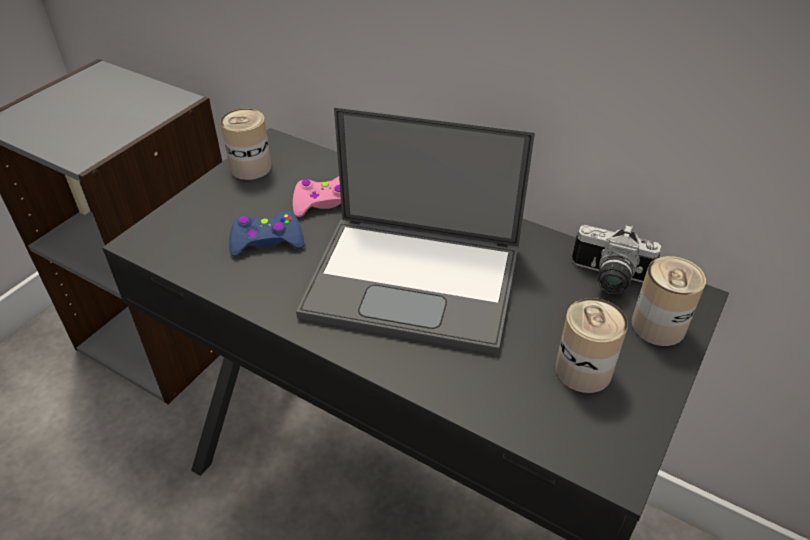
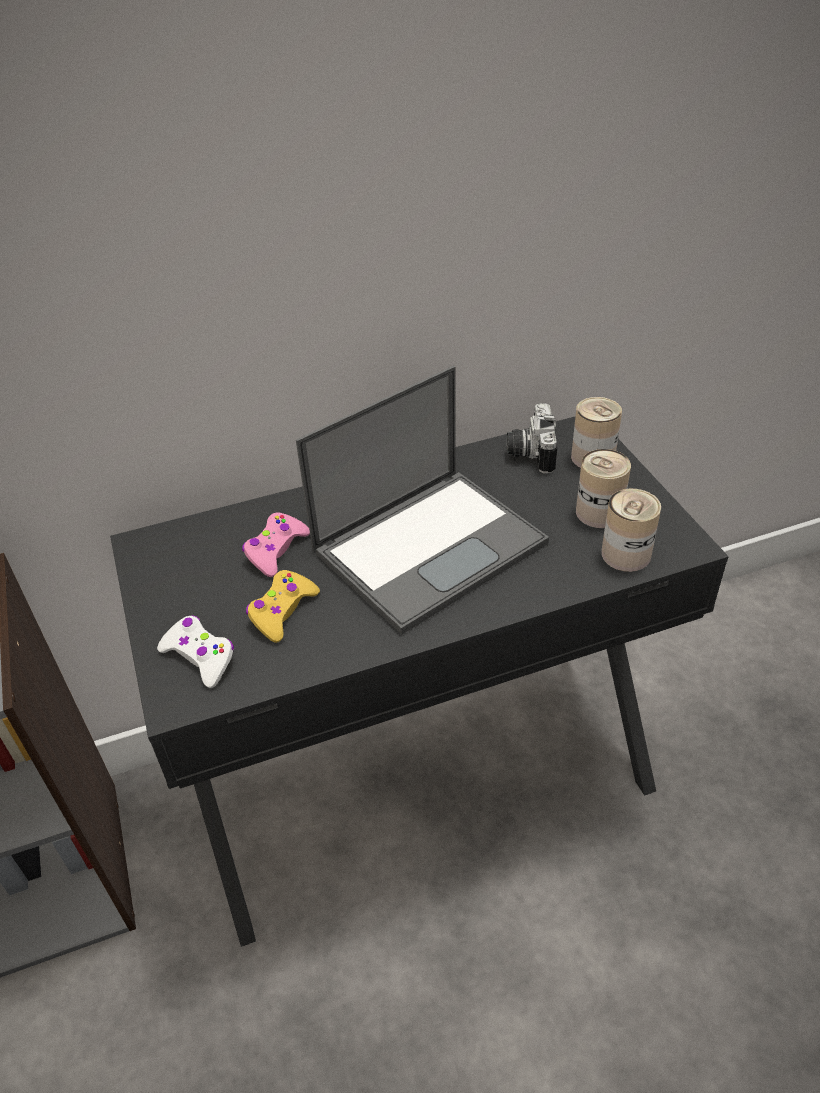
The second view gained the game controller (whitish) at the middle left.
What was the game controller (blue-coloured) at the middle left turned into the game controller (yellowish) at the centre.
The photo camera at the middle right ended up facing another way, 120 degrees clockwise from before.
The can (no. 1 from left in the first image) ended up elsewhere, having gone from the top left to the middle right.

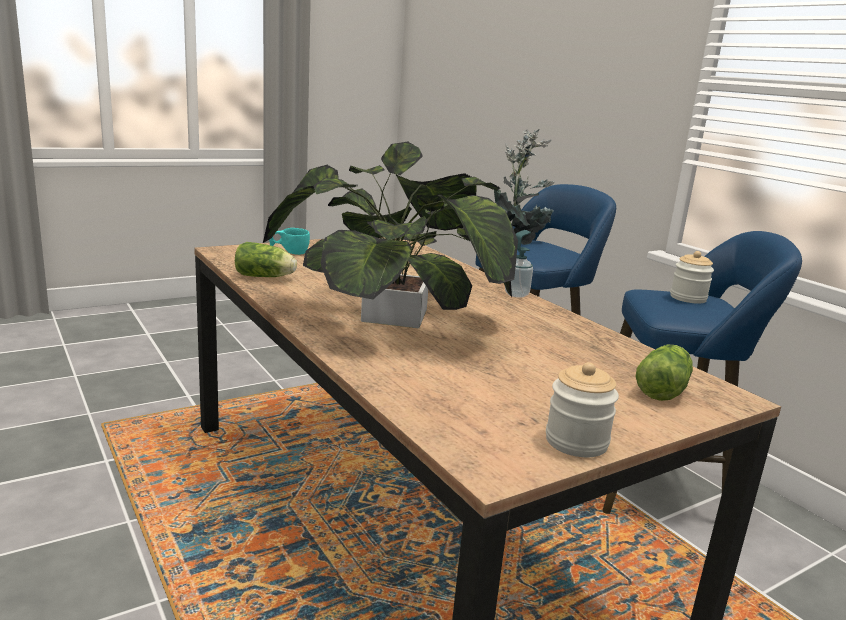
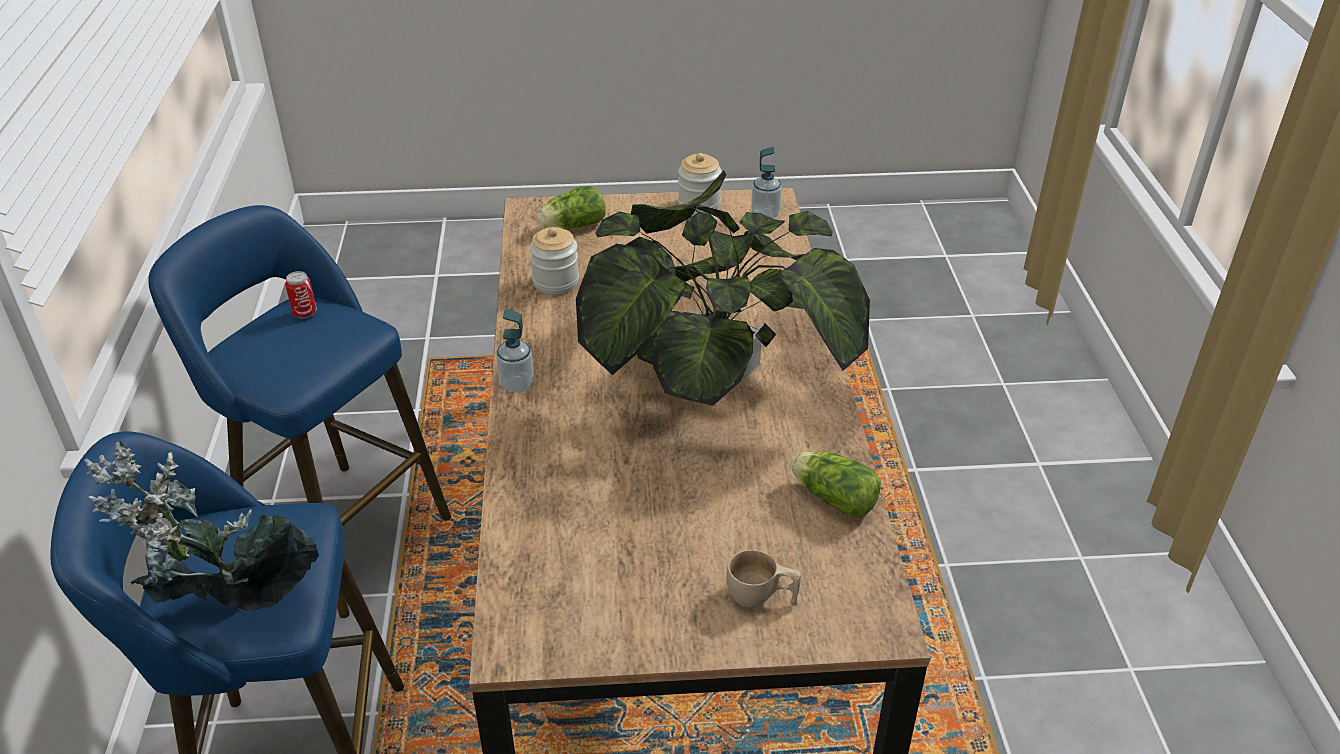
The second view gained the can at the middle left.
The storage jar (no. 2 from left in the first image) ended up elsewhere, having gone from the middle right to the centre.
What was the small cup (turquoise) at the centre turned into the small cup (beige) at the bottom centre.
The second view gained the soap dispenser (no. 2 from left) at the top centre.

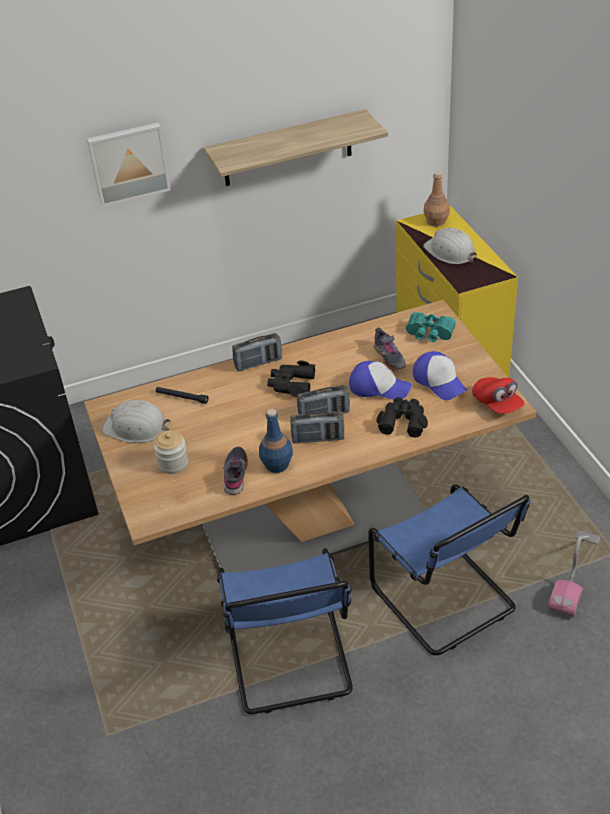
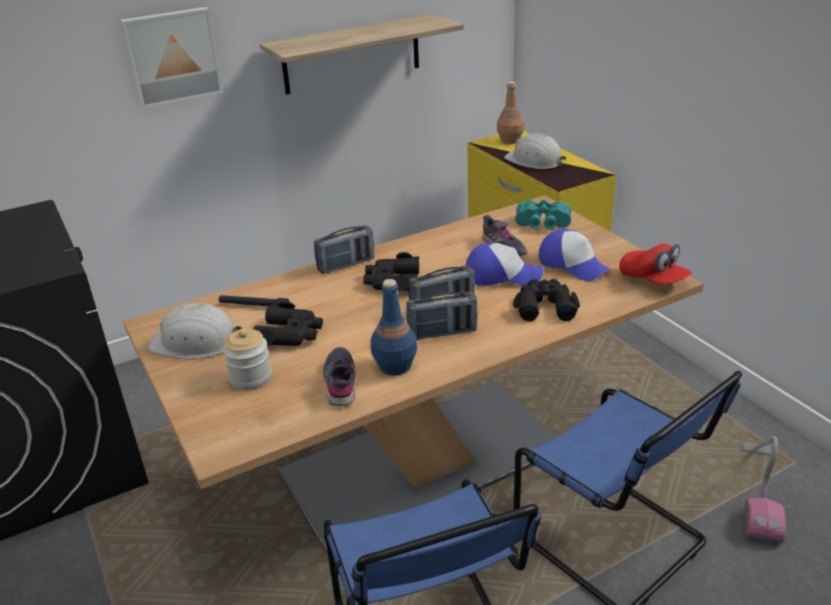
The second view gained the field glasses (black) (no. 1 from left) at the centre.

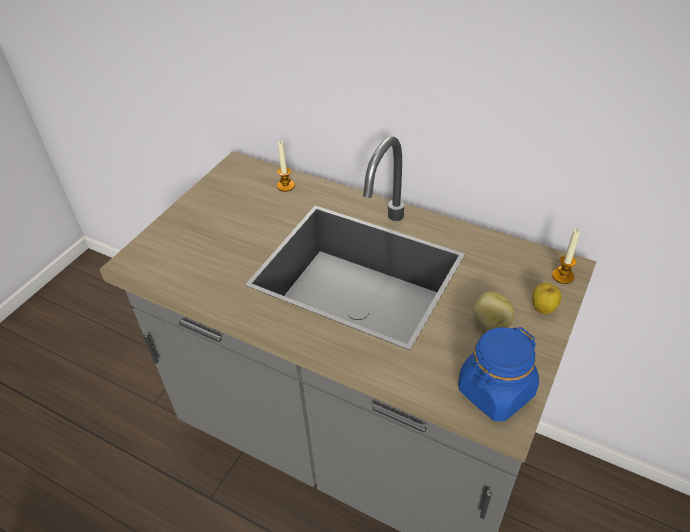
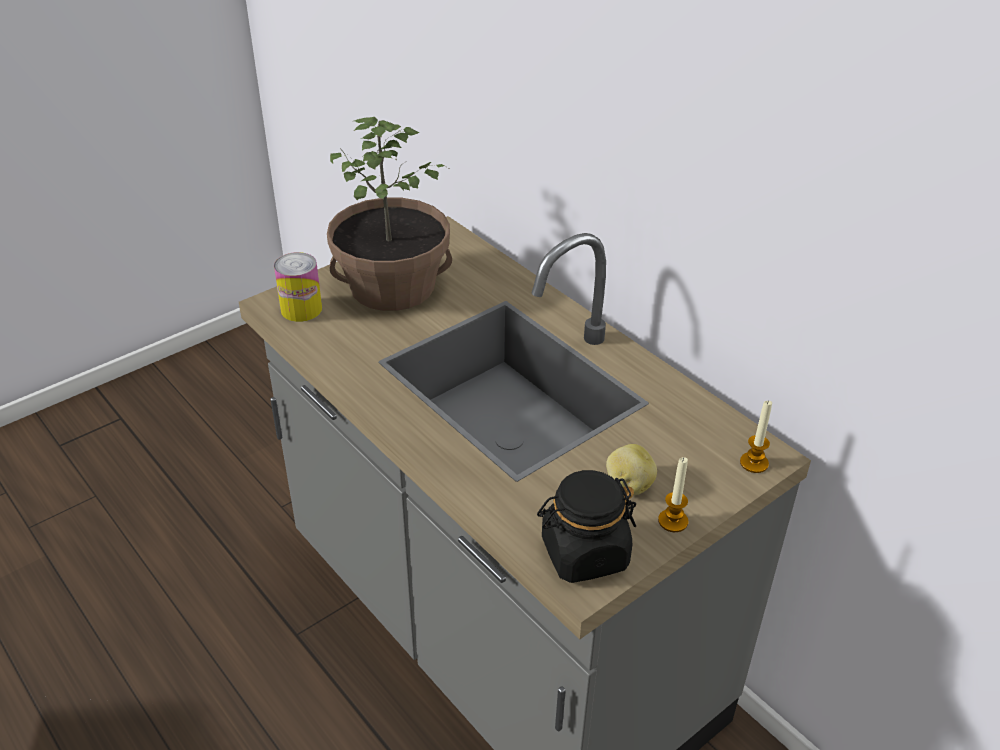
The second view gained the can at the middle left.
The second view gained the plant in a pot at the top centre.
What was the storage jar (blue-coloured) at the bottom right turned into the storage jar (black) at the bottom centre.
The wax light (no. 1 from left) ended up elsewhere, having gone from the top centre to the middle right.
The second view lost the whole apple at the middle right.

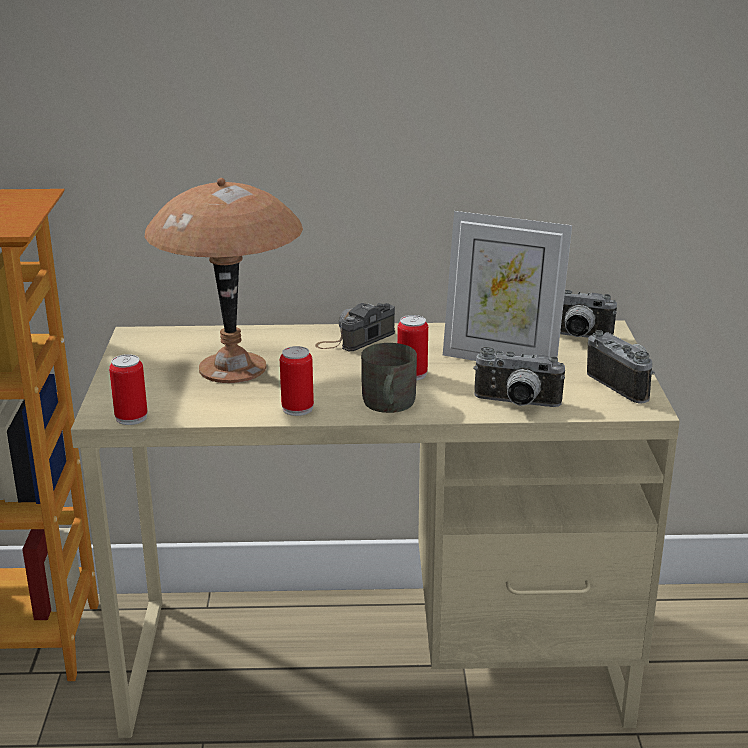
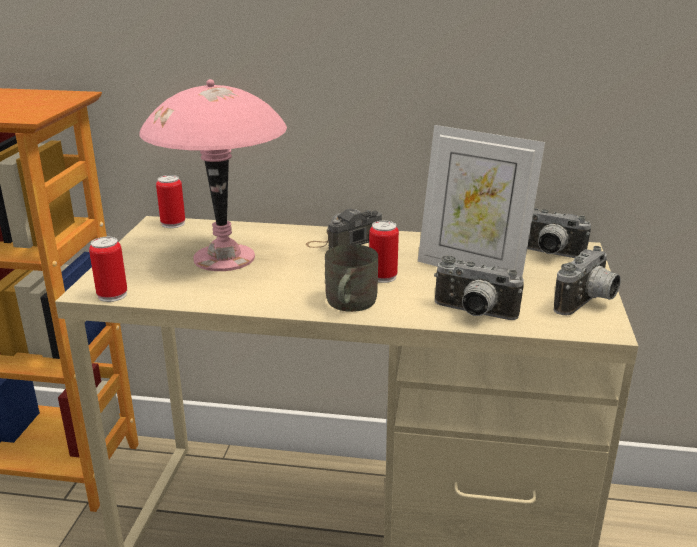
What was the lamp for a table (brownish) at the middle left turned into the lamp for a table (pink-coloured) at the top left.
The can (no. 2 from left) ended up elsewhere, having gone from the centre to the middle left.
The photo camera (no. 4 from left) at the middle right ended up facing another way, 60 degrees clockwise from before.

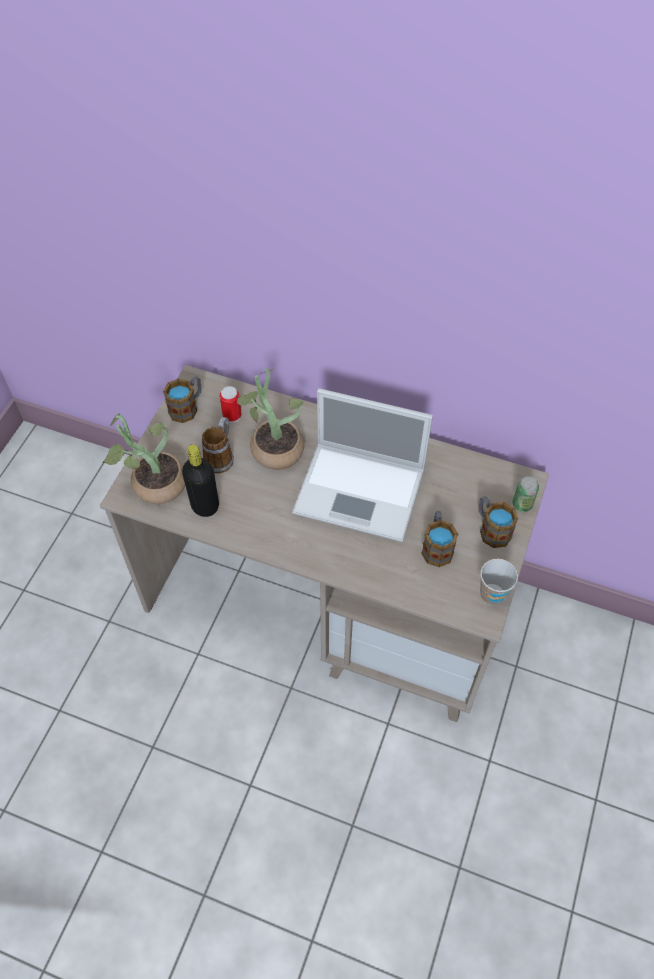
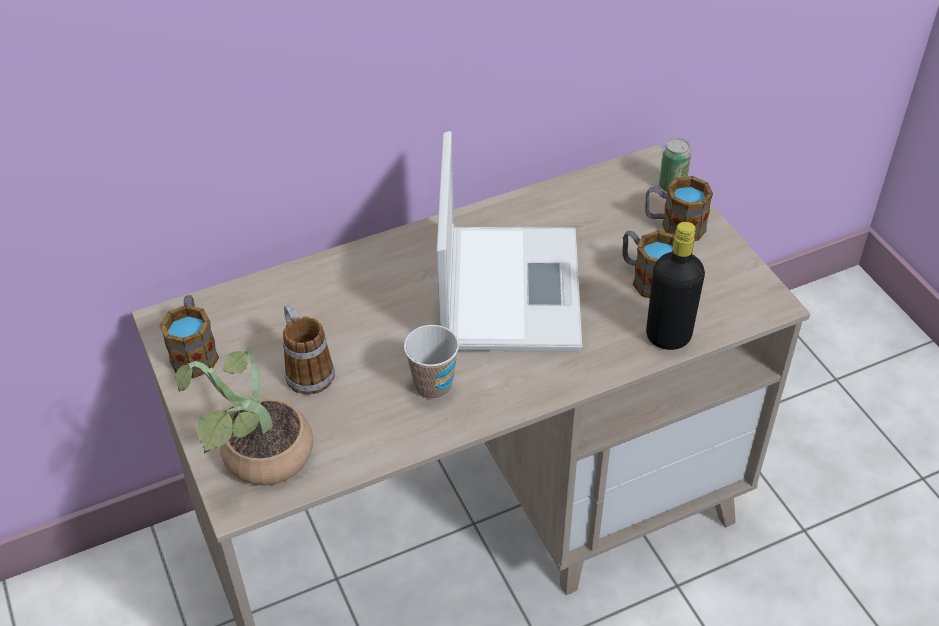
The small cup ended up elsewhere, having gone from the middle right to the centre.
The portable computer at the centre ended up facing another way, 60 degrees counterclockwise from before.
The beverage bottle (black) ended up elsewhere, having gone from the middle left to the middle right.
The second view lost the can (no. 1 from left) at the centre.
The second view lost the plant in a pot (no. 2 from left) at the centre.

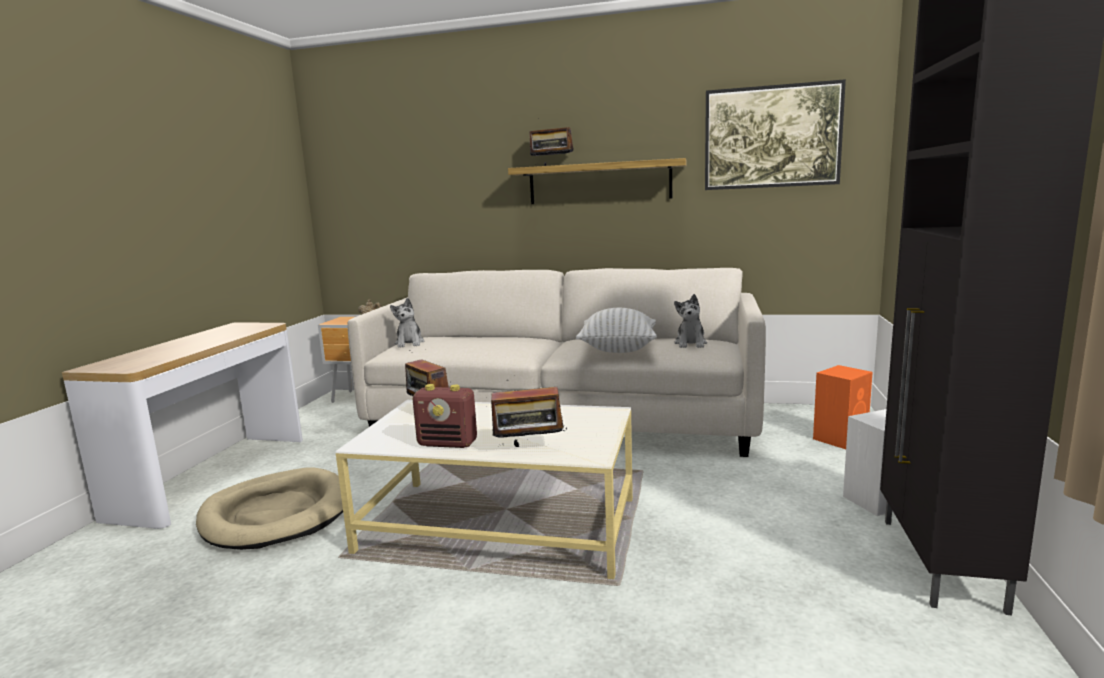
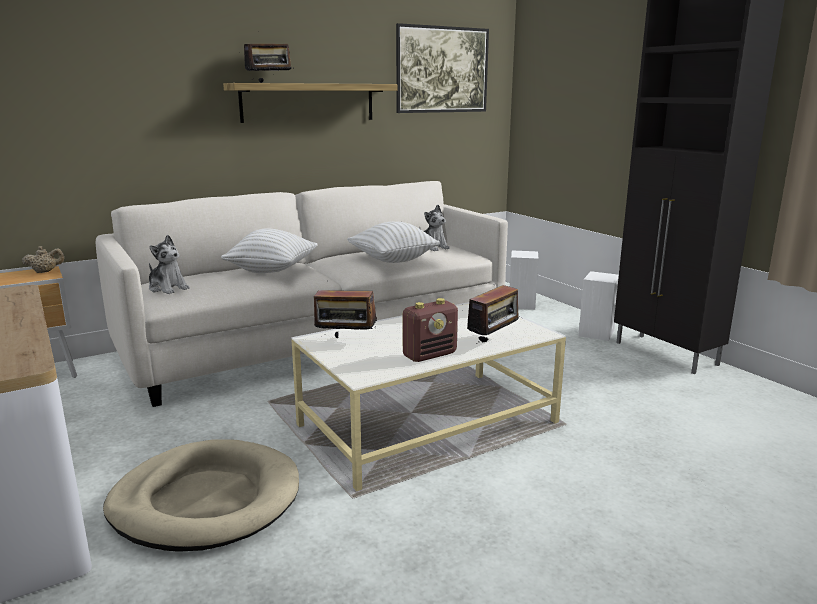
The second view gained the pillow (whitish) (no. 1 from left) at the middle left.
What was the loudspeaker (orangey) at the middle right turned into the loudspeaker (whitish) (no. 1 from left) at the centre.

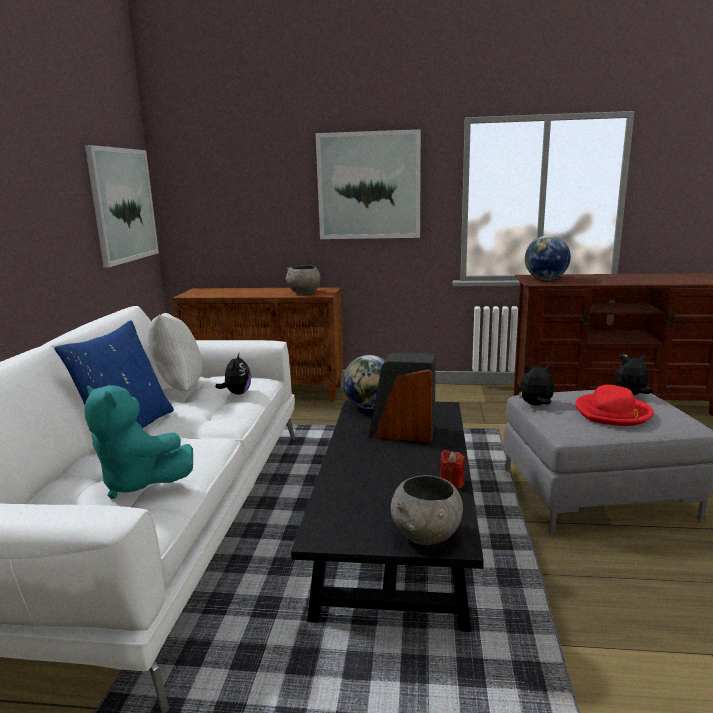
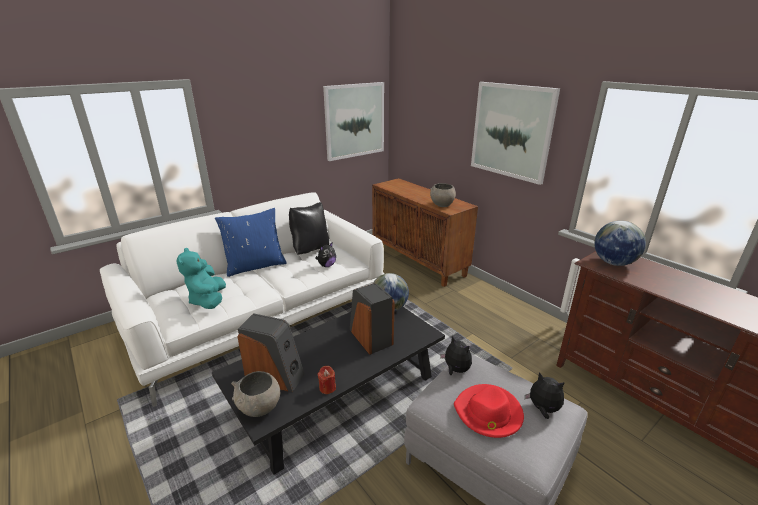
The second view gained the loudspeaker (no. 1 from left) at the bottom centre.
What was the pillow (whitish) at the middle left turned into the pillow (black) at the centre.

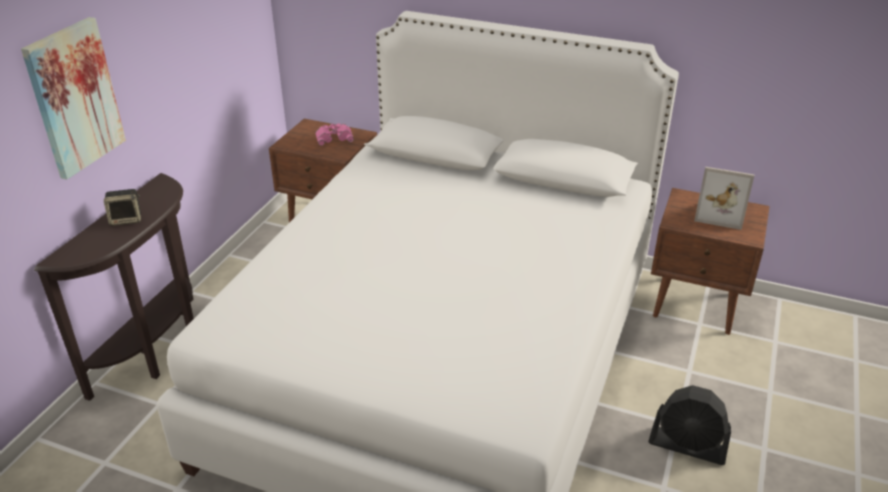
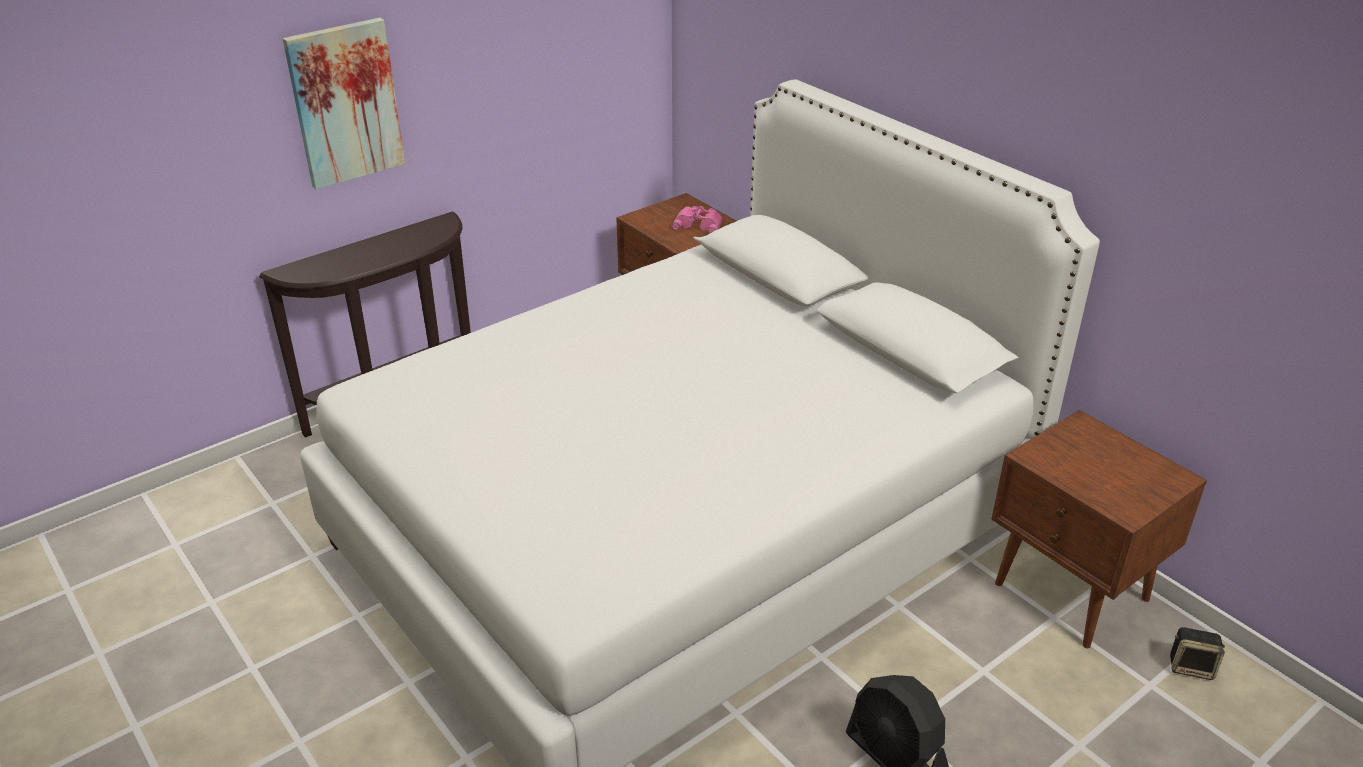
The loudspeaker ended up elsewhere, having gone from the middle left to the bottom right.
The second view lost the standing frame at the middle right.

